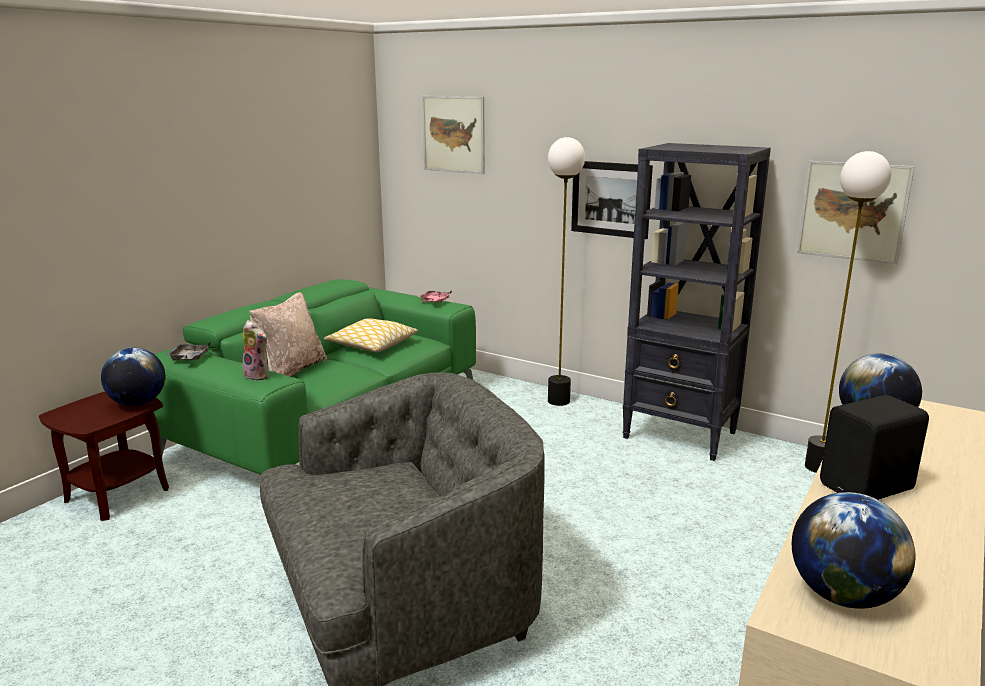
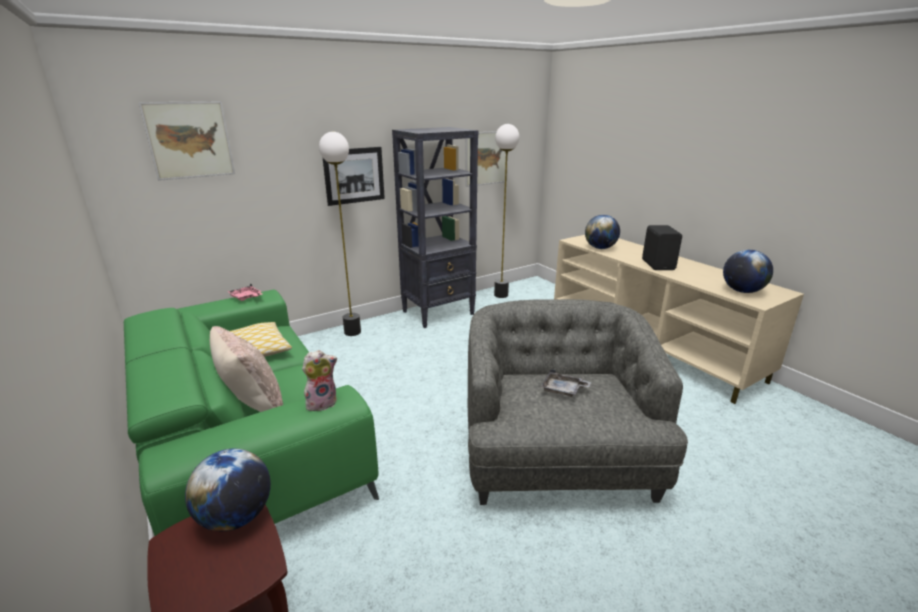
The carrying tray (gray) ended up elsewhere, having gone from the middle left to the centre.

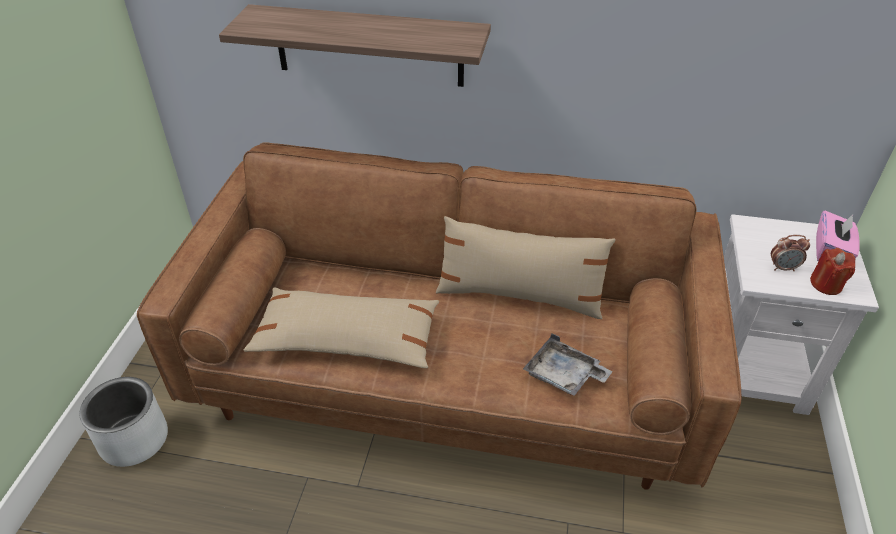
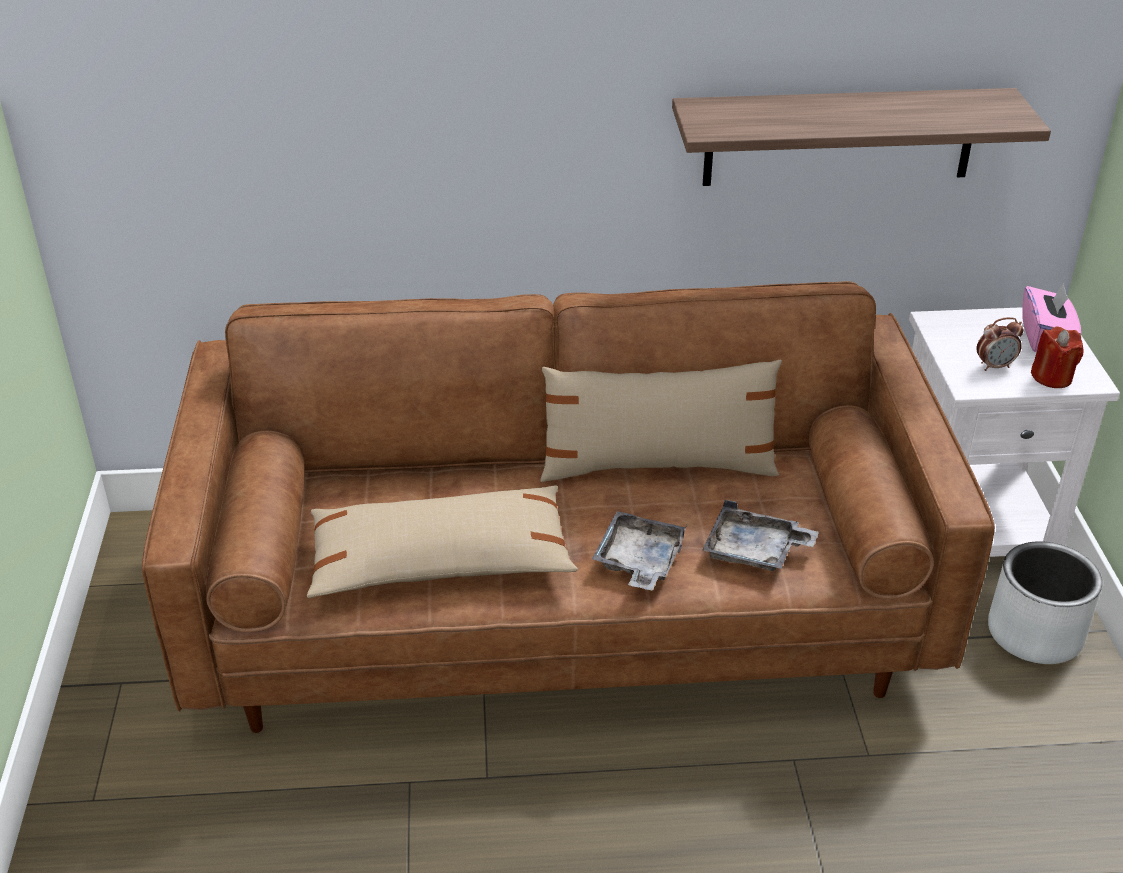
The second view gained the carrying tray (gray) (no. 1 from left) at the centre.
The wall shelf ended up elsewhere, having gone from the top centre to the top right.
The plant pot (gray) ended up elsewhere, having gone from the bottom left to the bottom right.

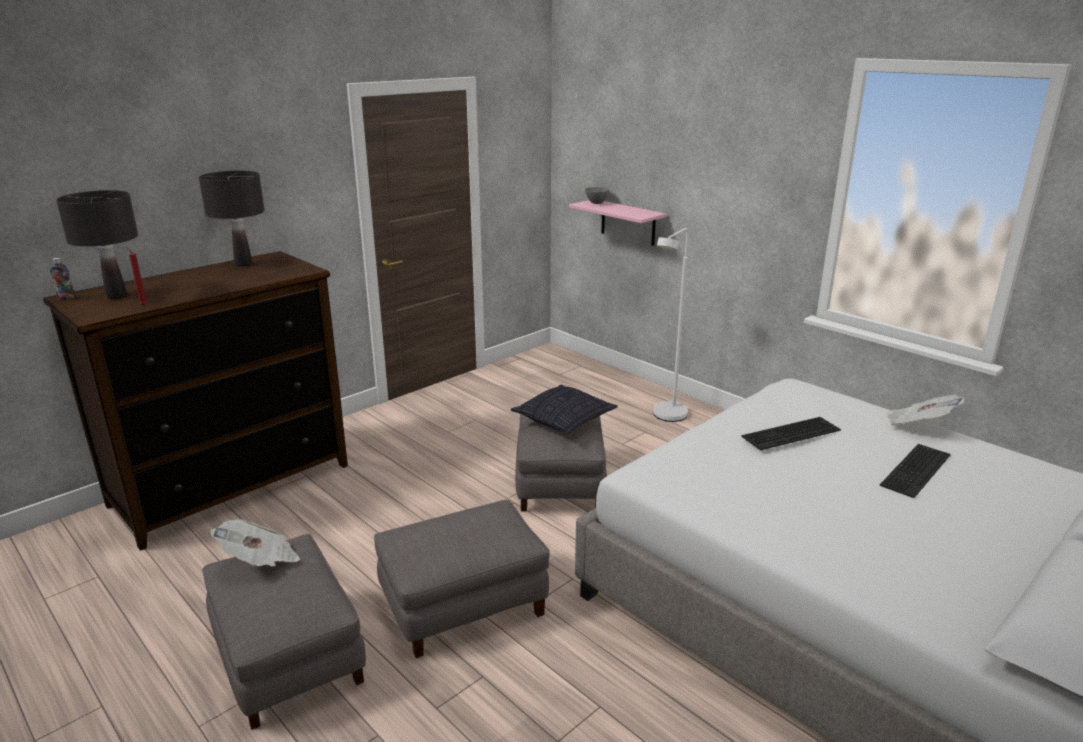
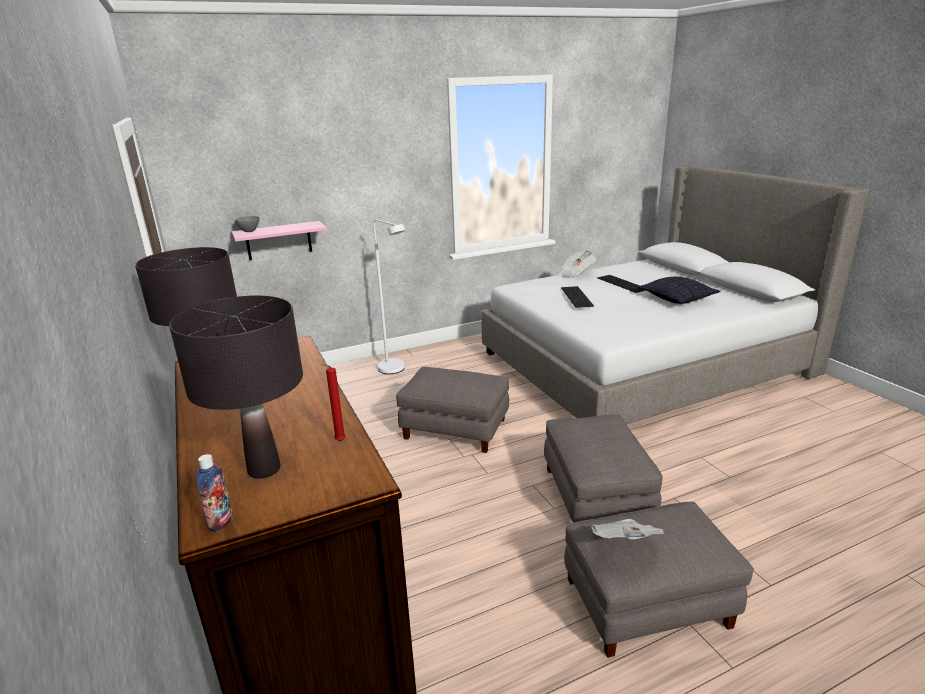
The pillow ended up elsewhere, having gone from the centre to the middle right.

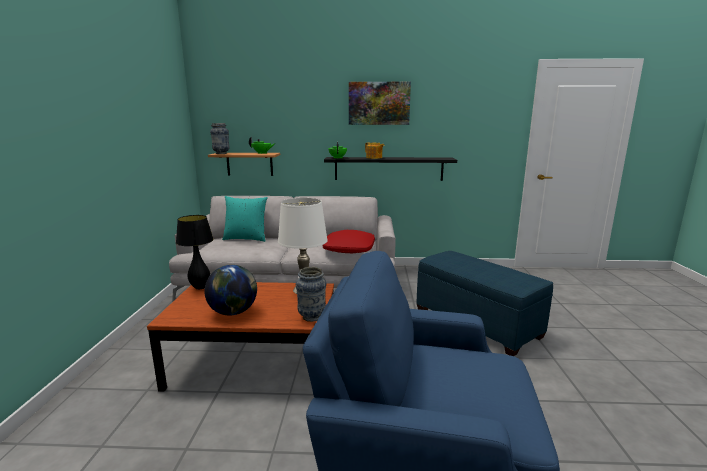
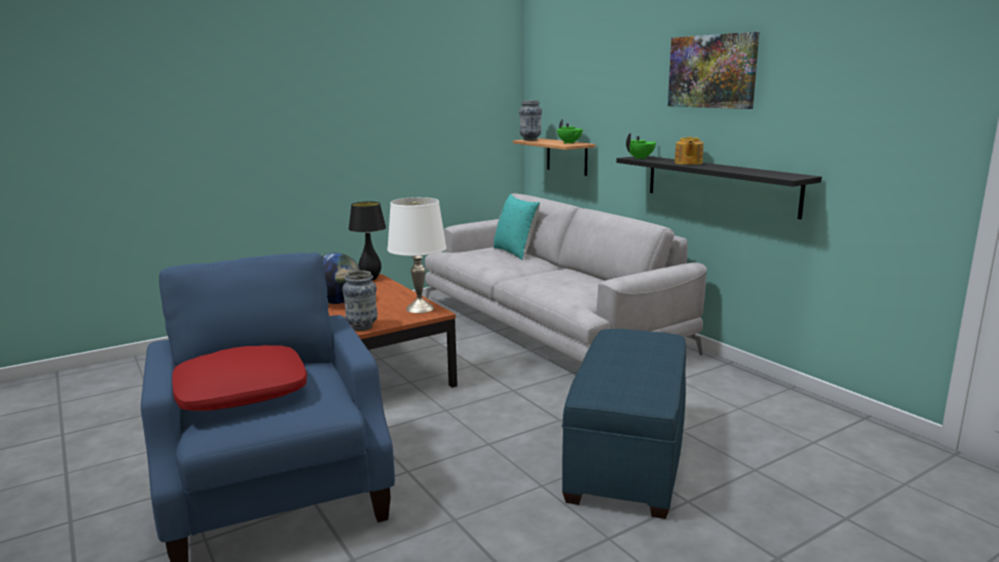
The pillow (red-coloured) ended up elsewhere, having gone from the centre to the bottom left.

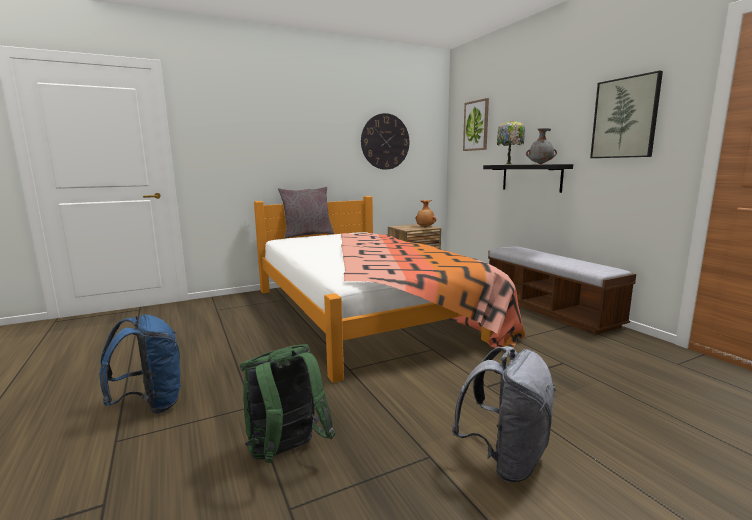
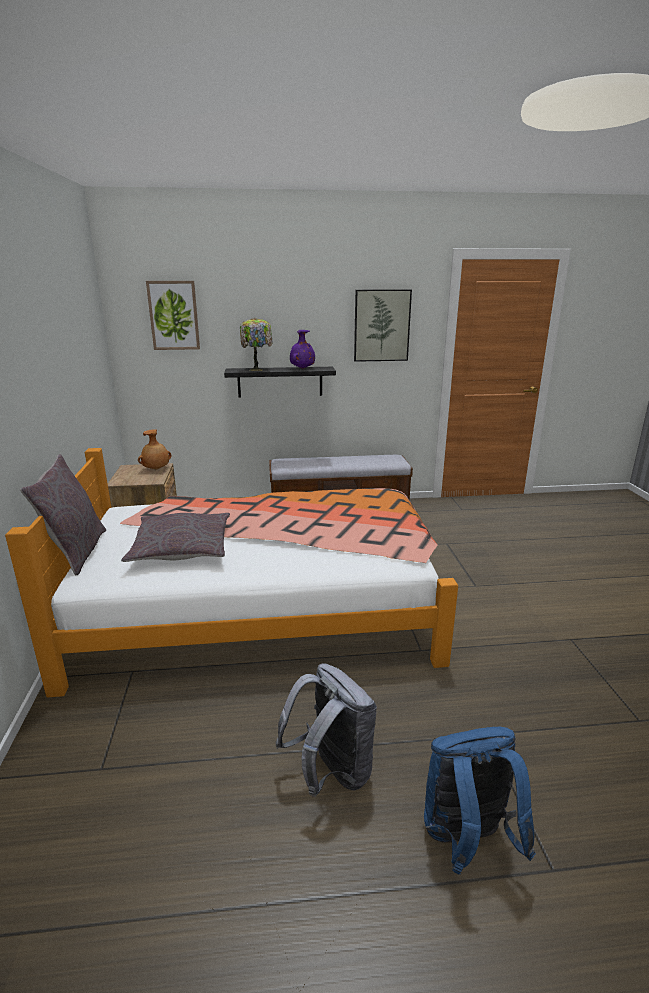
The second view gained the pillow (gray) (no. 2 from left) at the middle left.
The knapsack (gray) ended up elsewhere, having gone from the bottom right to the bottom centre.
What was the vase (gray) at the top right turned into the vase (purple-coloured) at the centre.
The second view lost the knapsack (green) at the bottom centre.
The second view lost the wall clock at the top centre.

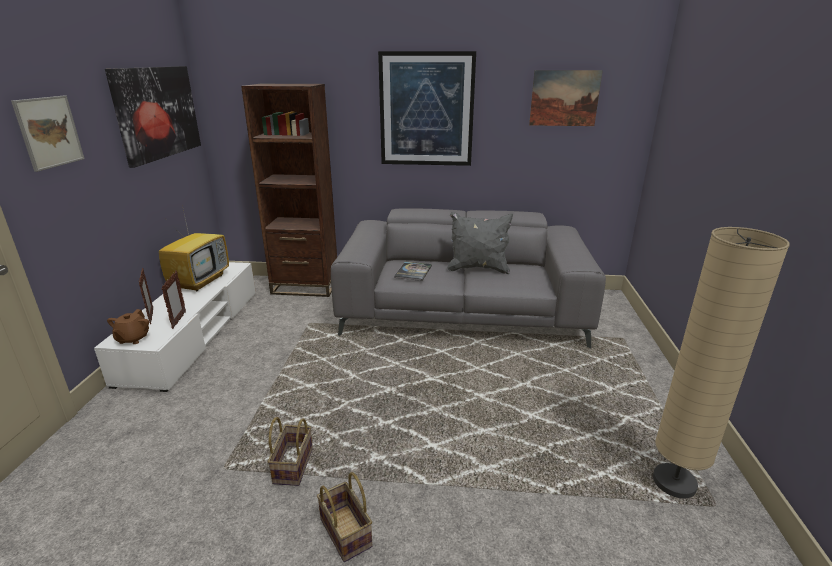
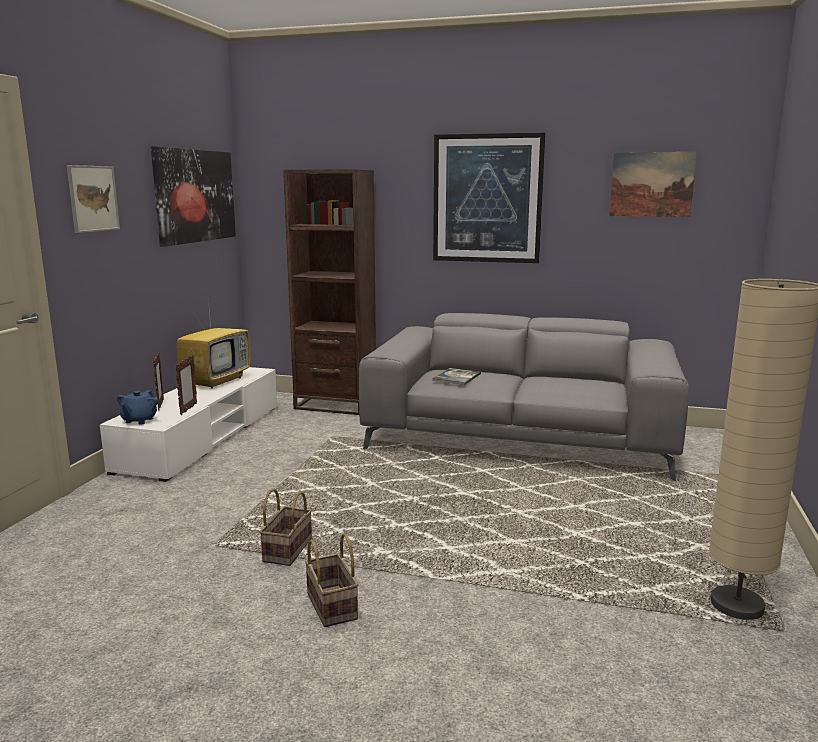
What was the tea pot (brownish) at the middle left turned into the tea pot (blue-coloured) at the middle left.
The second view lost the pillow (gray) at the centre.

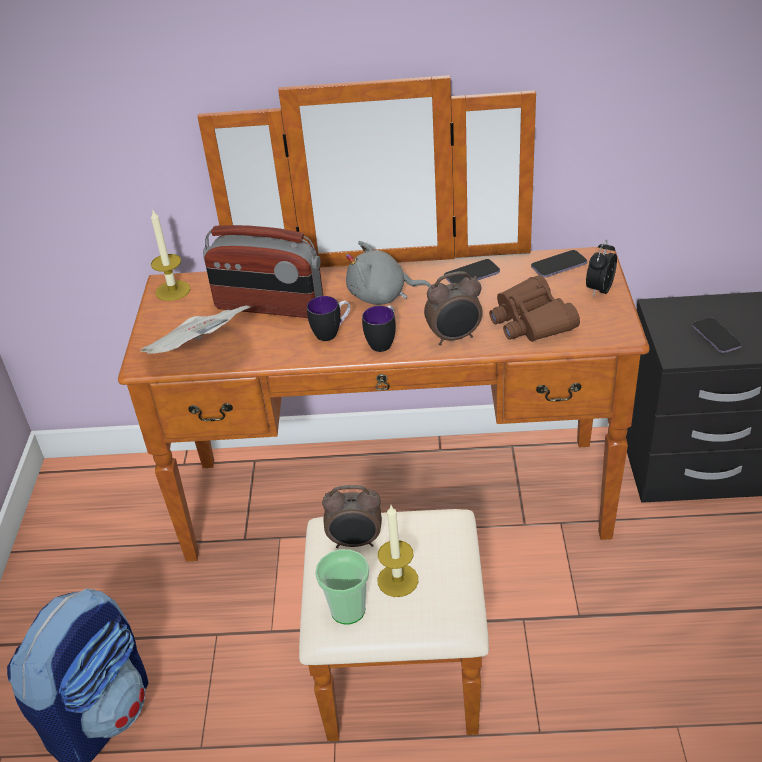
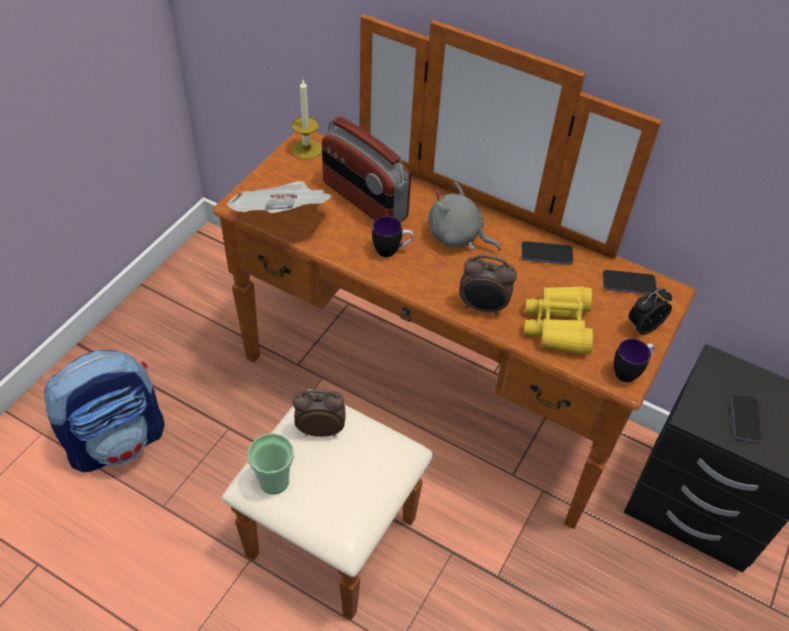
The table clock (no. 1 from left) at the bottom centre ended up facing another way, 150 degrees clockwise from before.
What was the field glasses (brownish) at the middle right turned into the field glasses (yellowish) at the middle right.
The mug (no. 2 from left) ended up elsewhere, having gone from the centre to the middle right.
The second view lost the wax light (no. 2 from left) at the bottom centre.

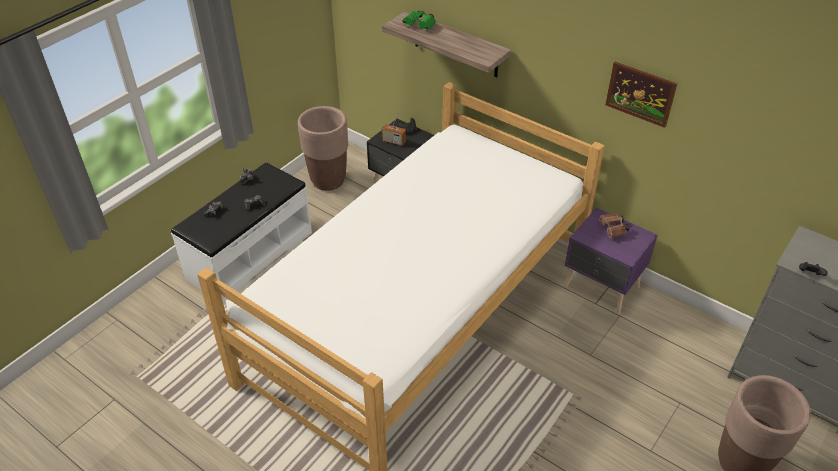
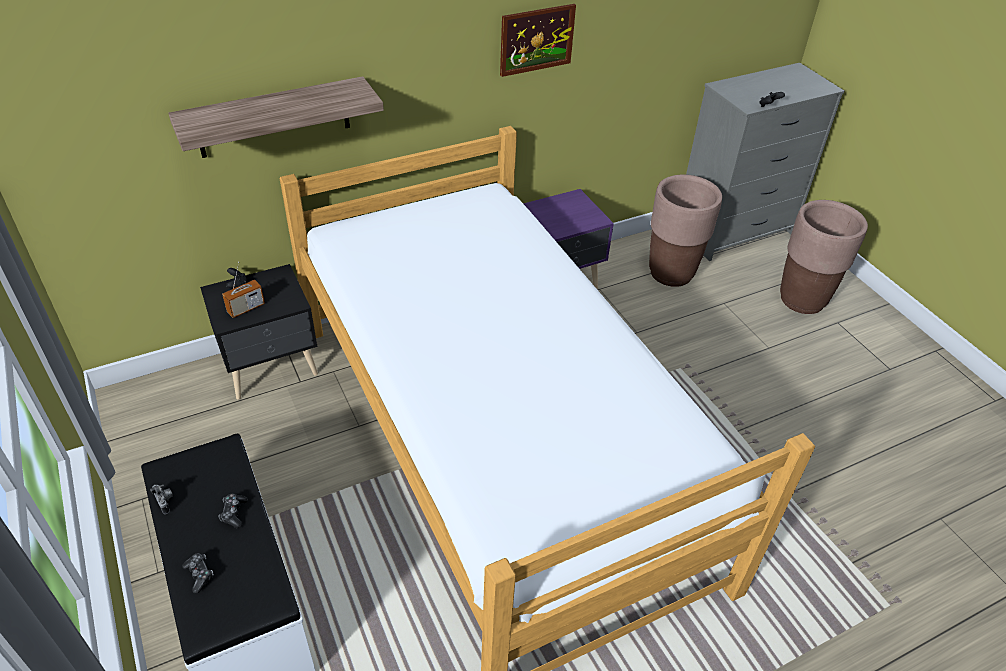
The plant pot (brownish) (no. 1 from left) ended up elsewhere, having gone from the top centre to the middle right.
The second view lost the field glasses (green) at the top centre.
The second view lost the field glasses (brownish) at the middle right.

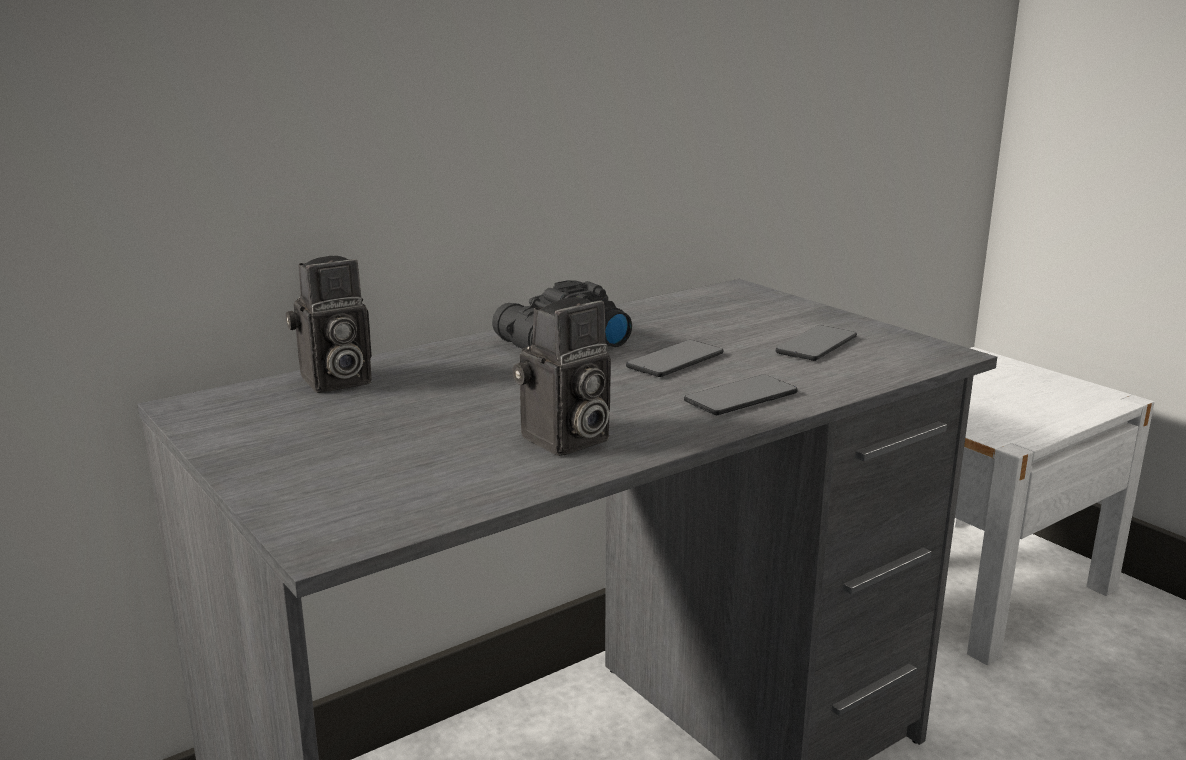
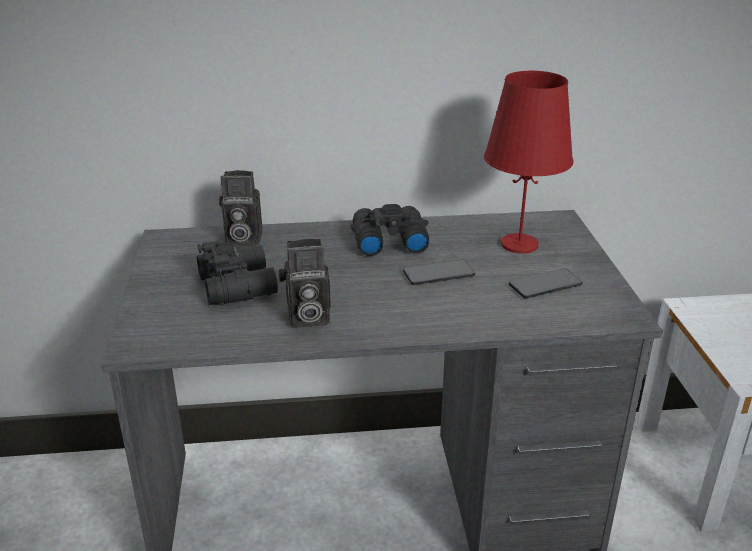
The second view gained the field glasses (black) (no. 1 from left) at the middle left.
The second view gained the lamp for a table (red-coloured) at the top right.
The second view lost the phone (no. 2 from left) at the centre.

